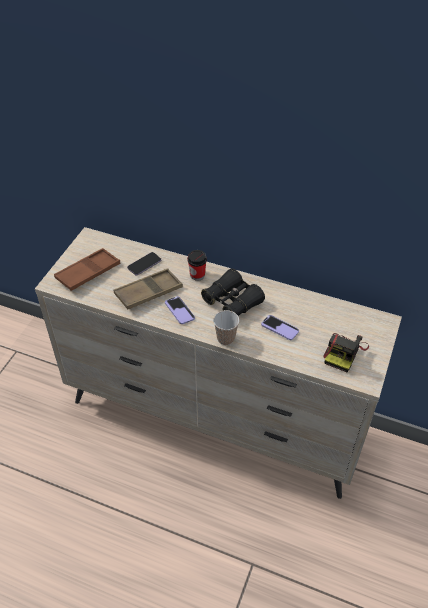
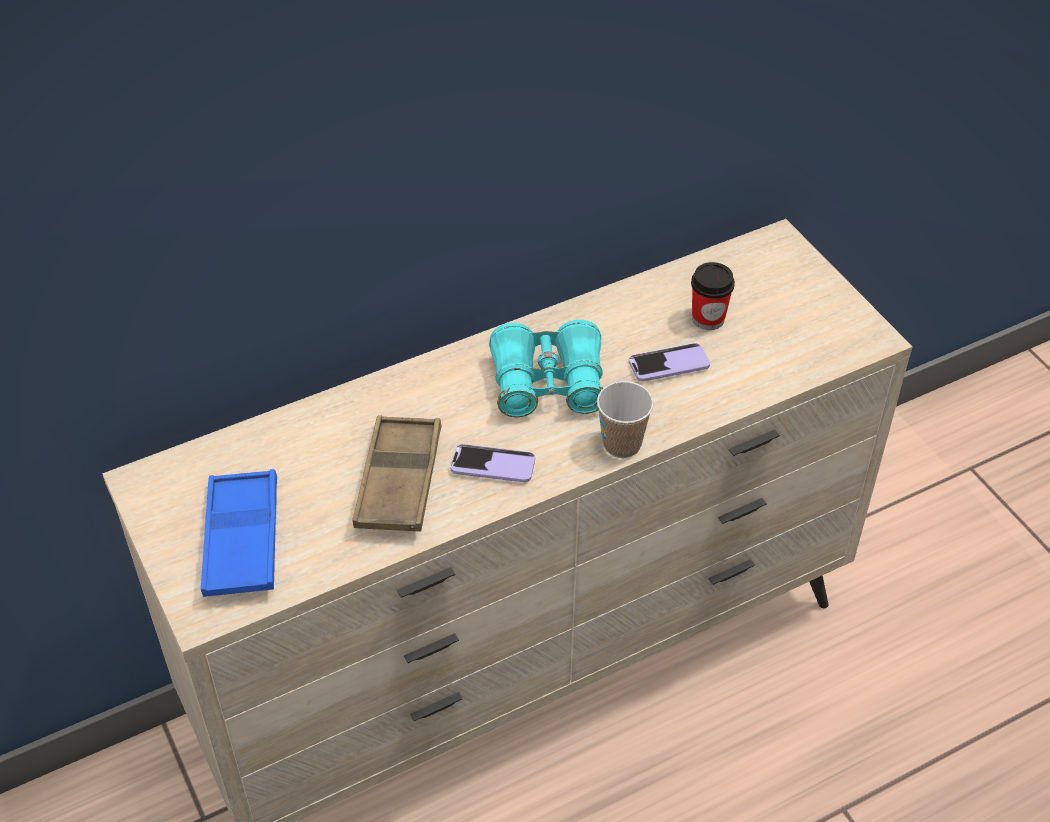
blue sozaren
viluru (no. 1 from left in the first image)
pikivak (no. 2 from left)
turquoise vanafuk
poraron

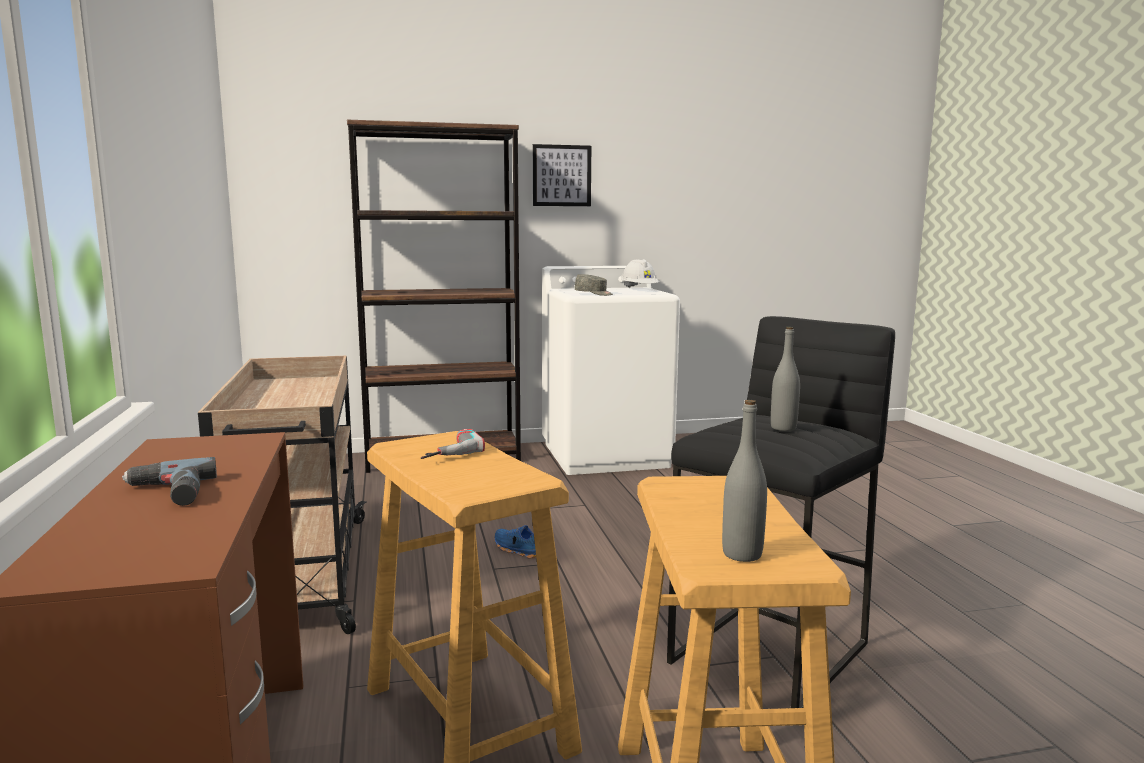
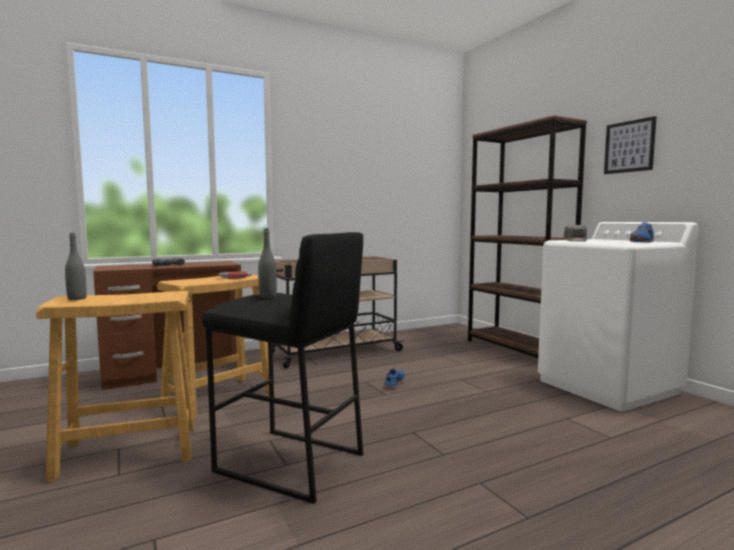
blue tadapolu (no. 2 from left)

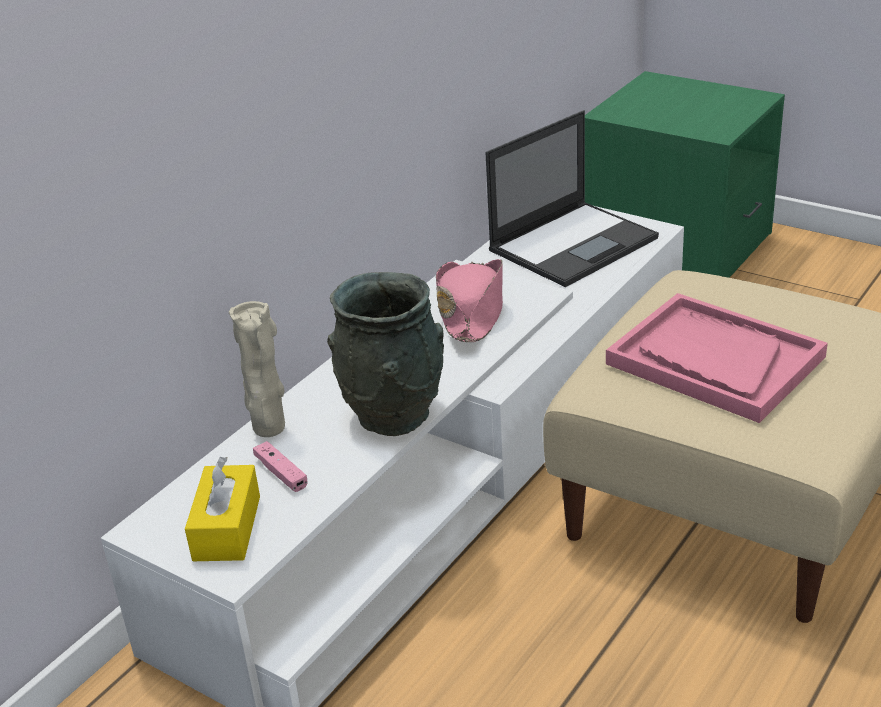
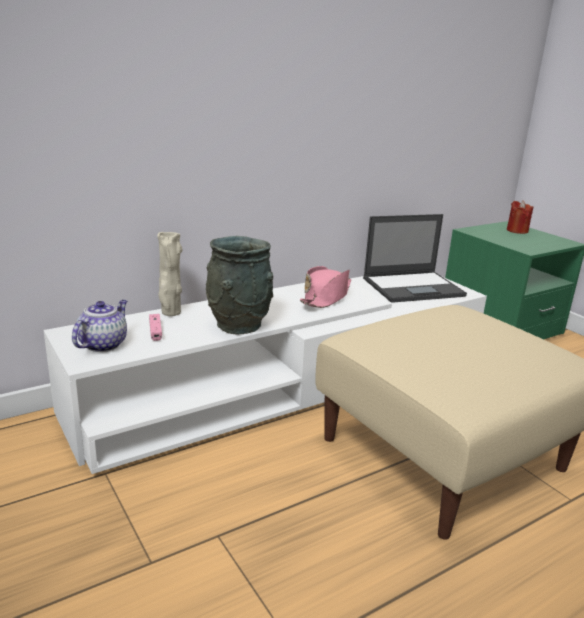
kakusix
pink sozaren
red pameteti

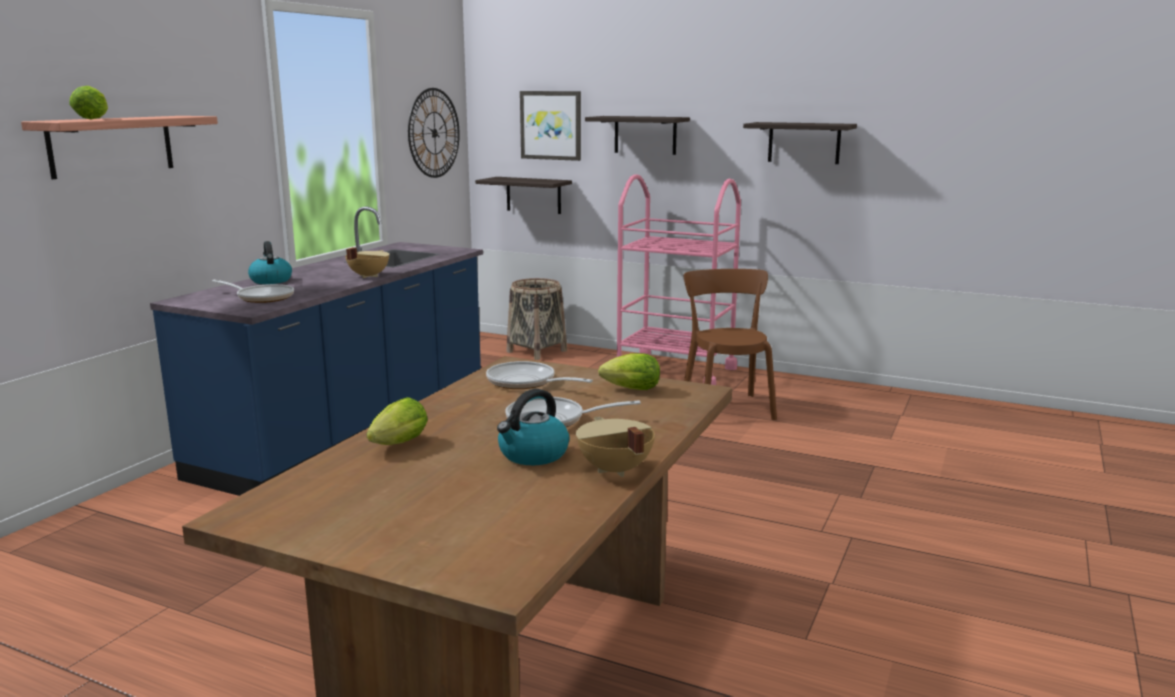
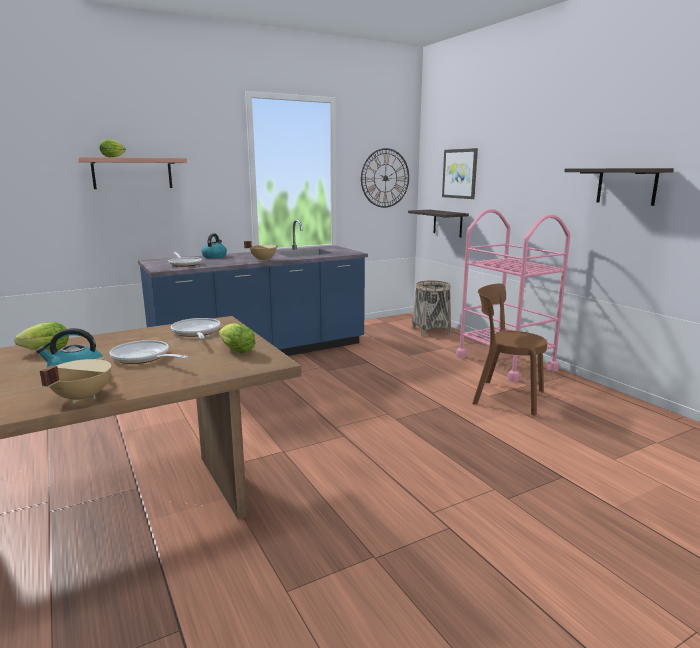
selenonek (no. 3 from left in the first image)
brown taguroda

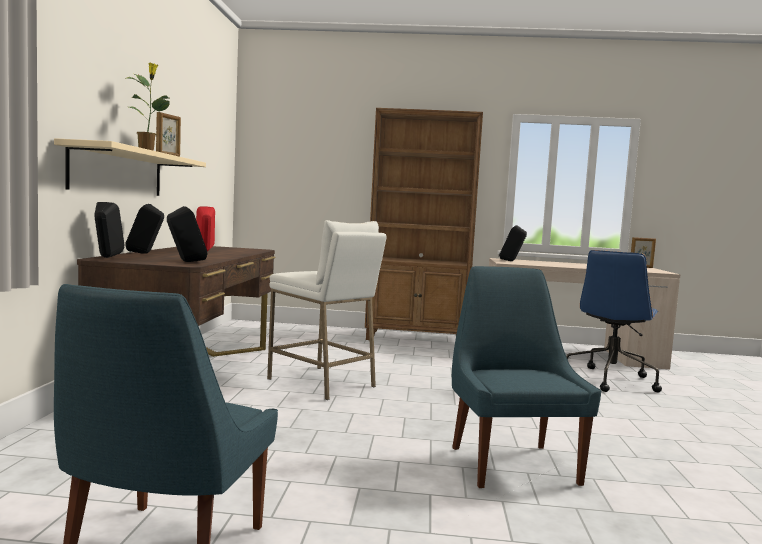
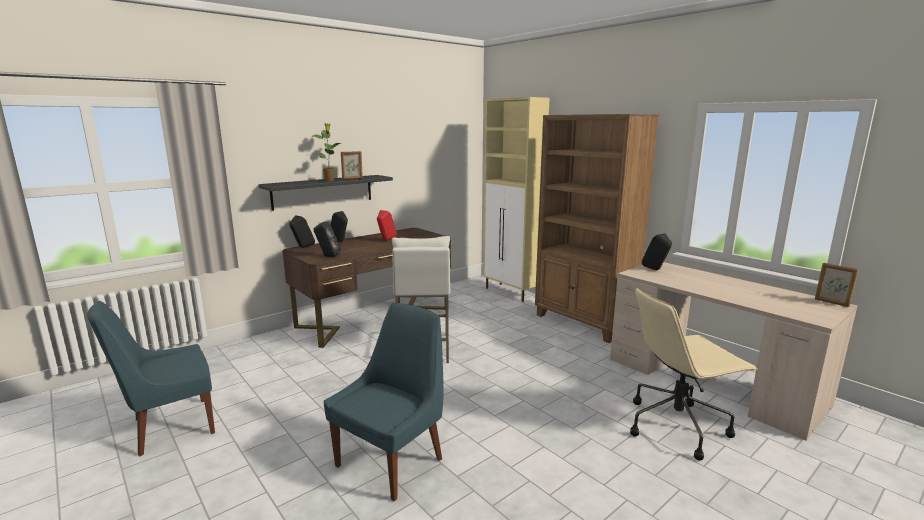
black selenonek
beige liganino
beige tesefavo

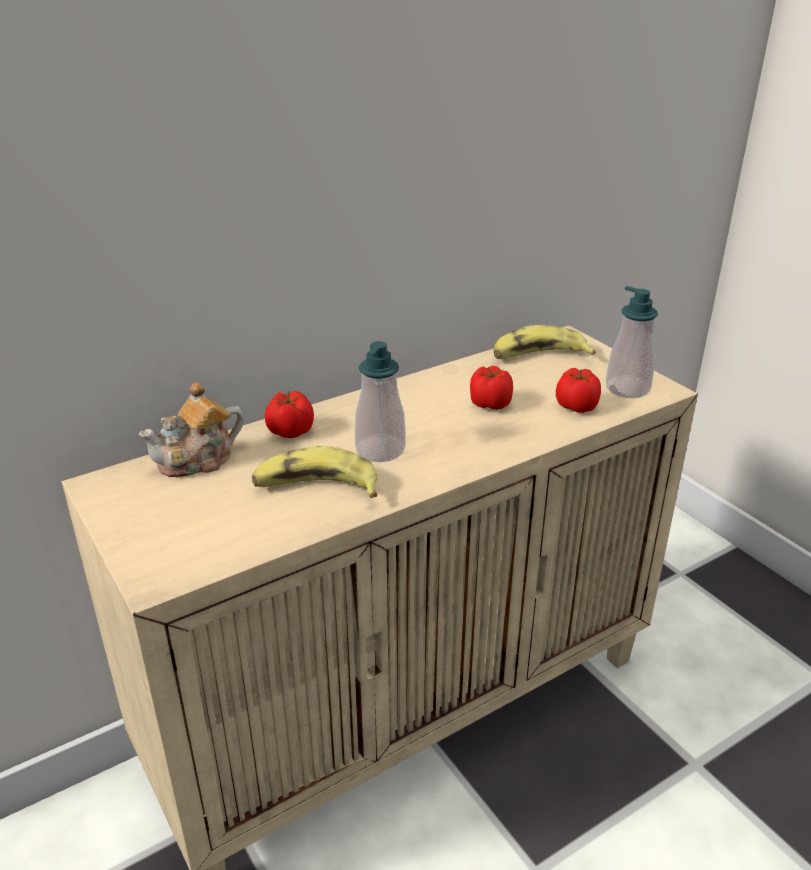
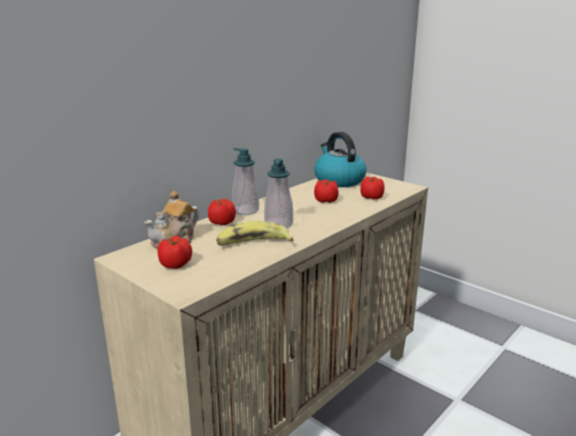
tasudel
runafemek (no. 1 from left)
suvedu (no. 1 from left)

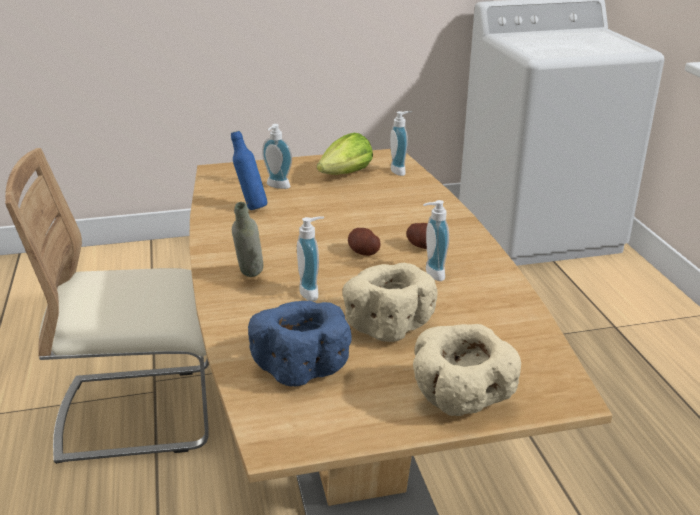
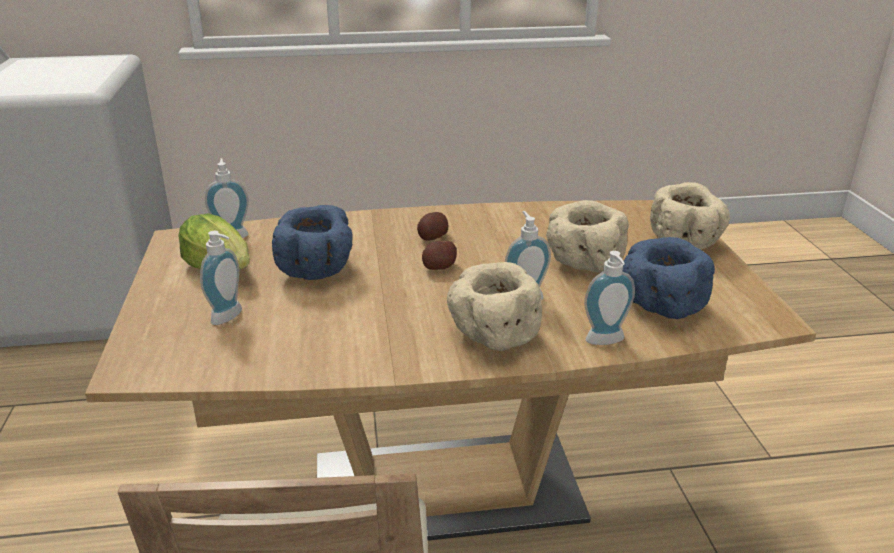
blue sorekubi
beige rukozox (no. 1 from left)
runafemek (no. 4 from left)
blue rukozox (no. 1 from left)

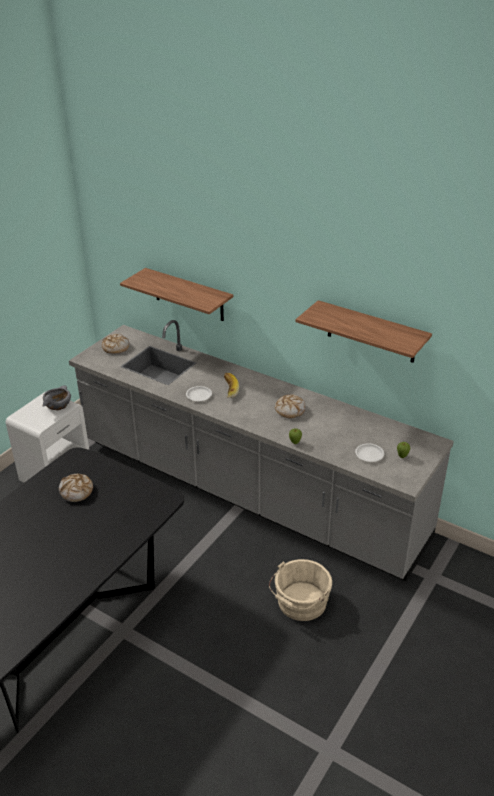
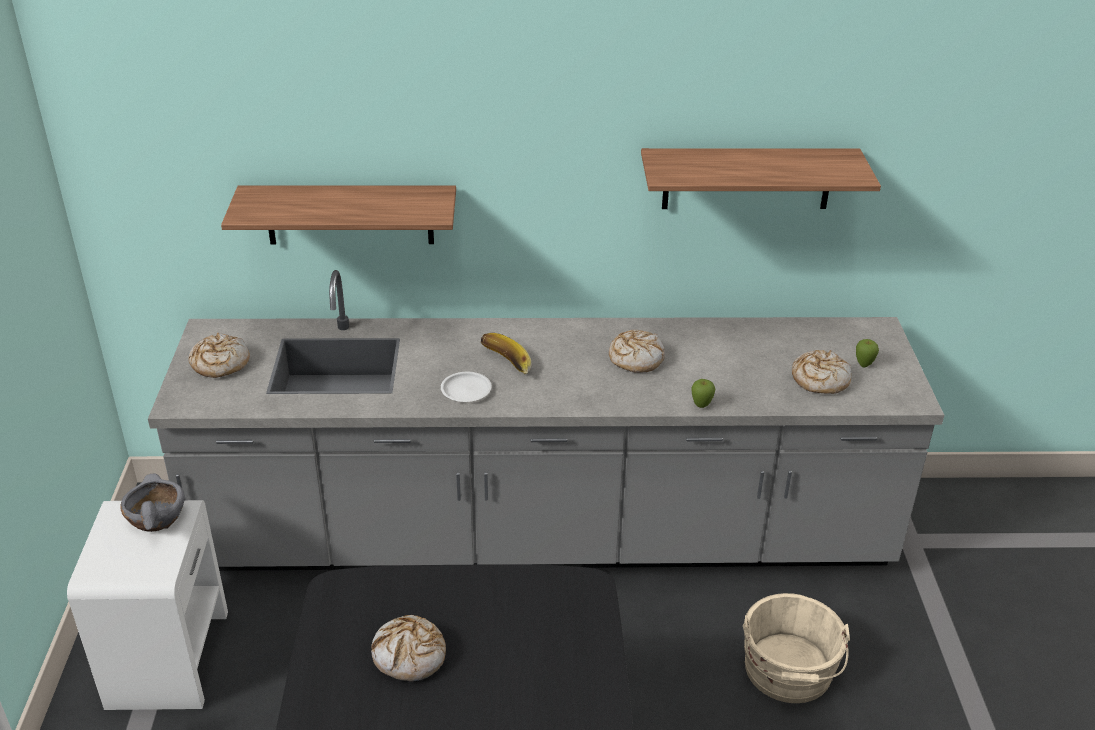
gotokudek (no. 4 from left)

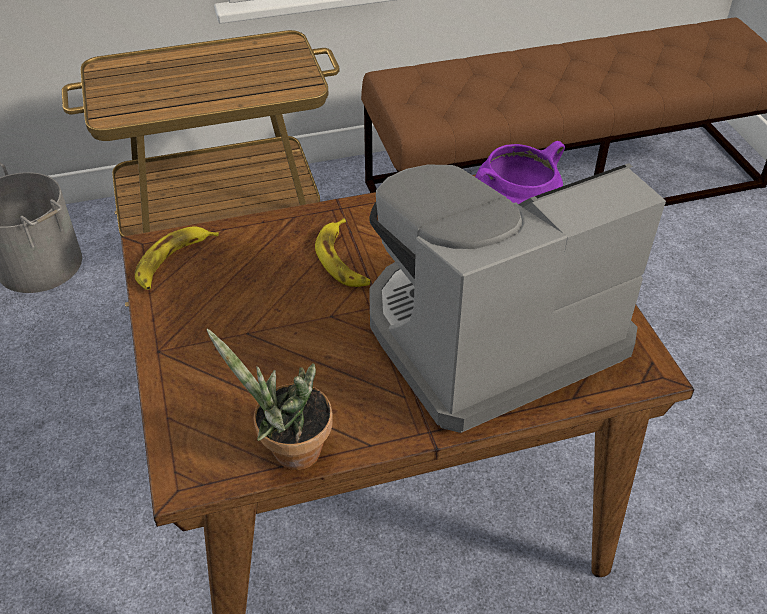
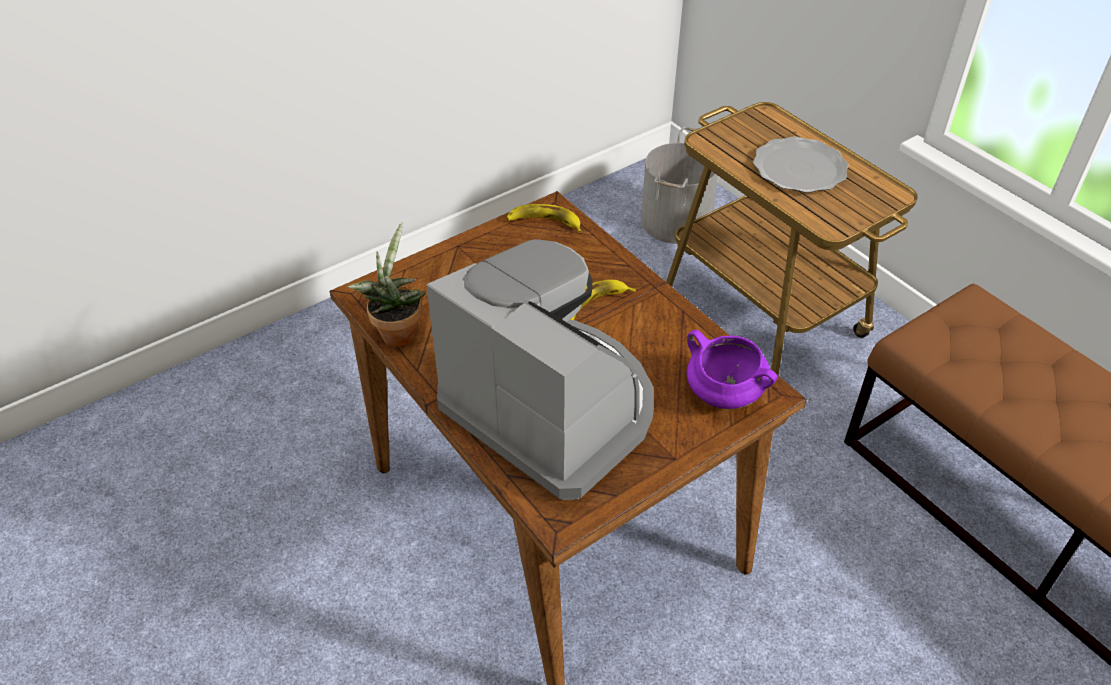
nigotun

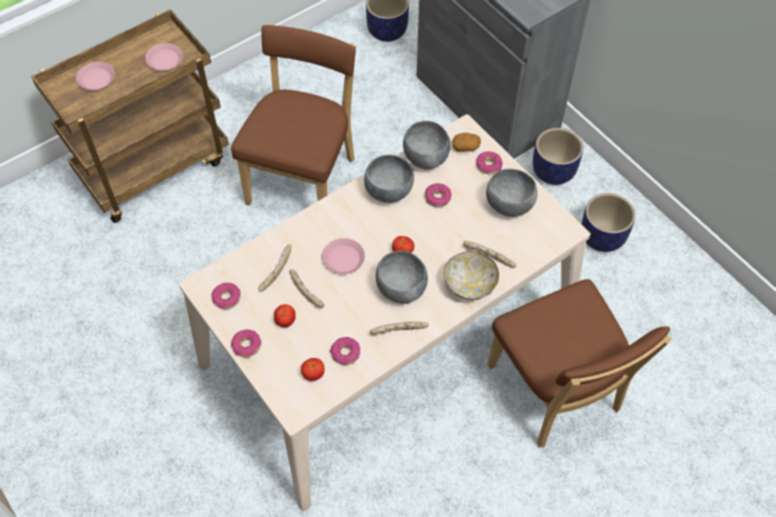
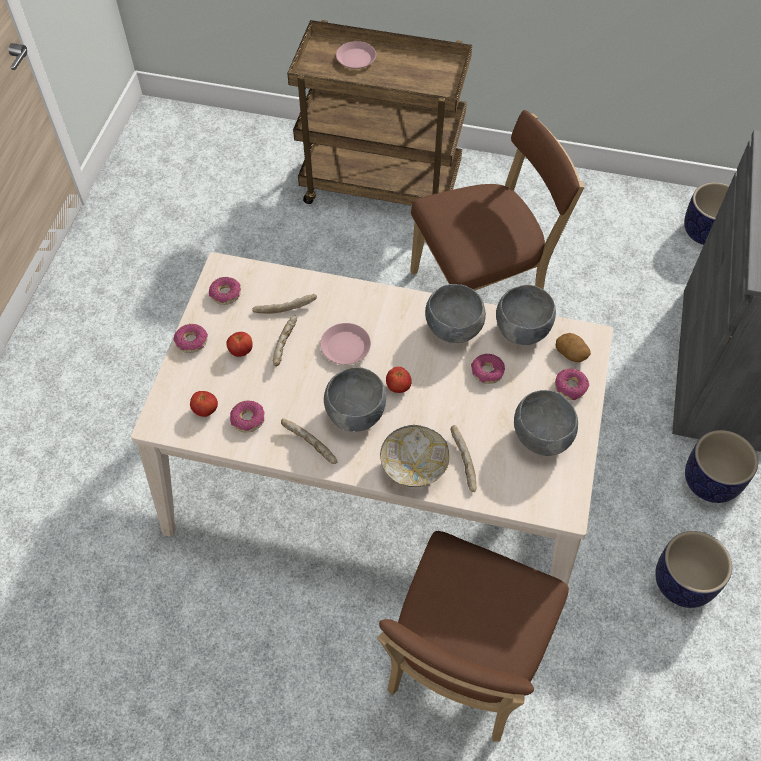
pink nigotun (no. 2 from left in the first image)

